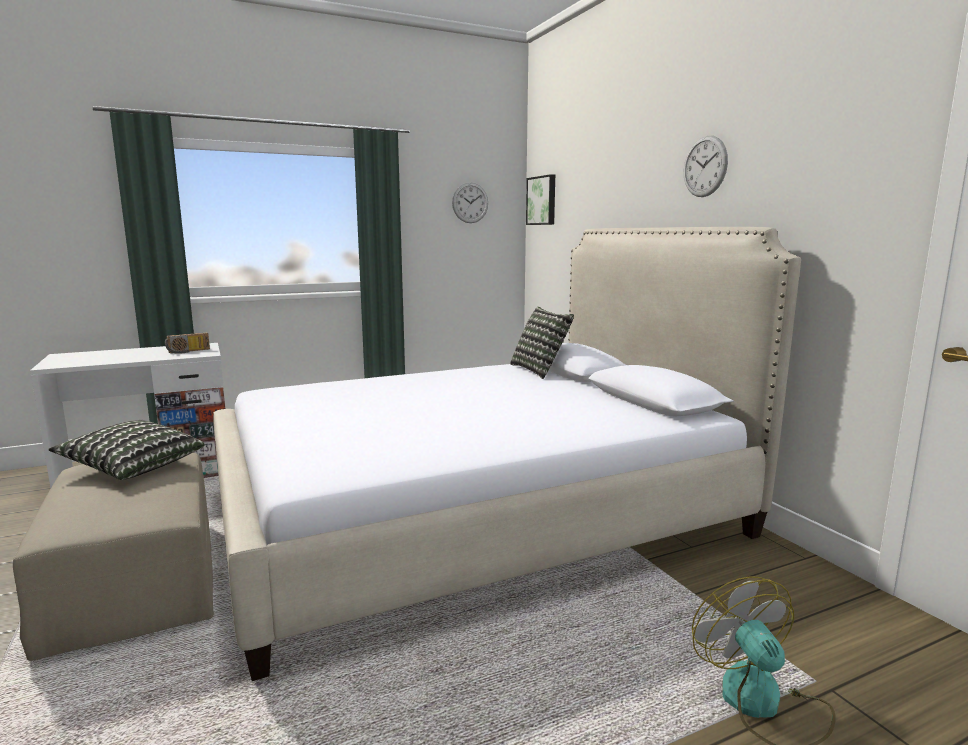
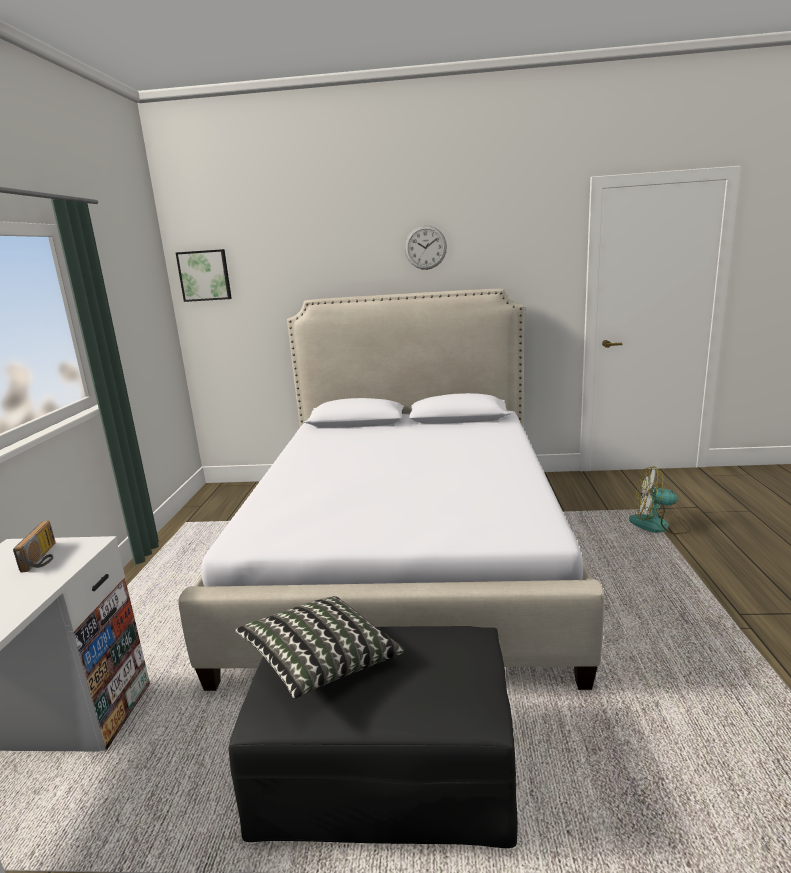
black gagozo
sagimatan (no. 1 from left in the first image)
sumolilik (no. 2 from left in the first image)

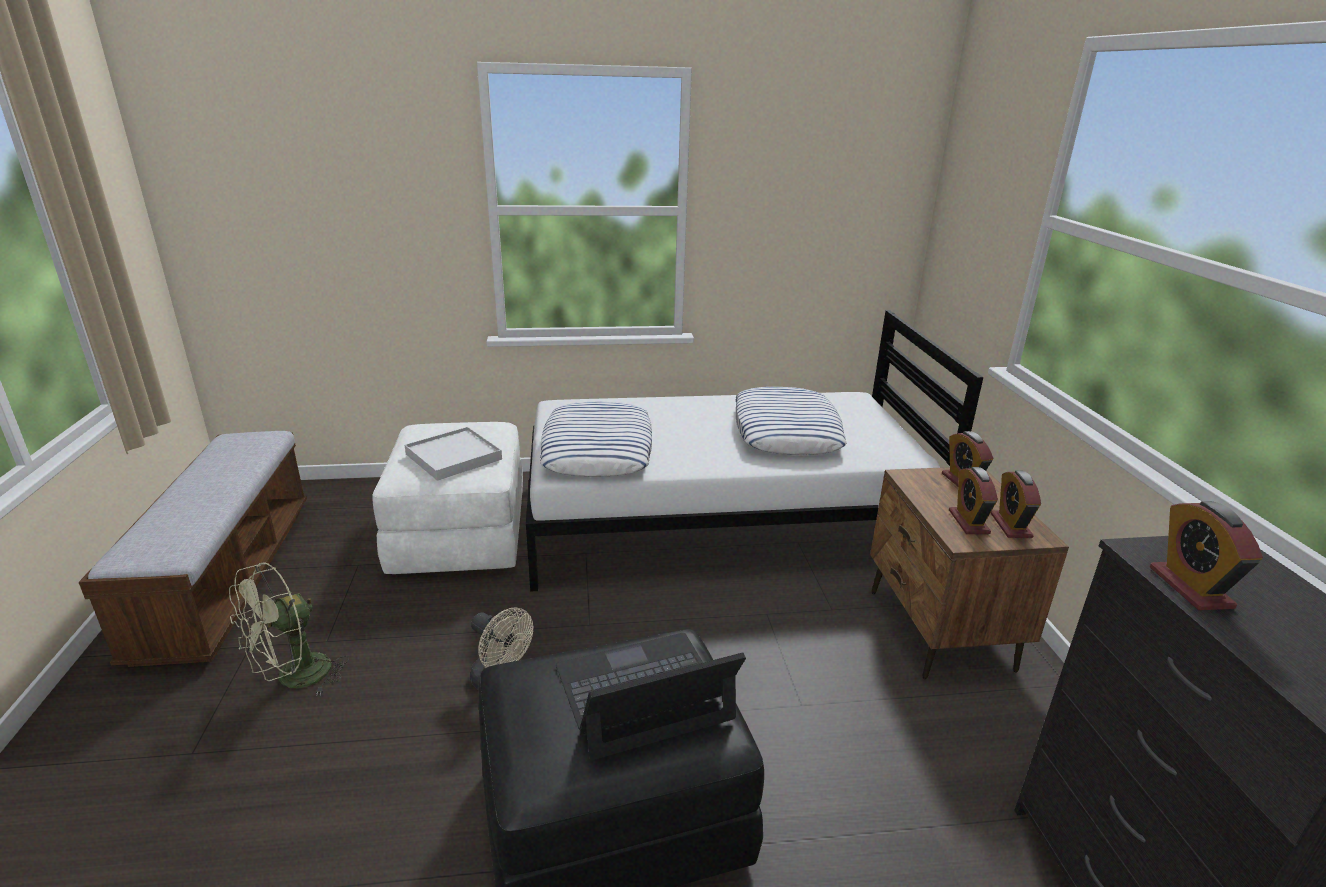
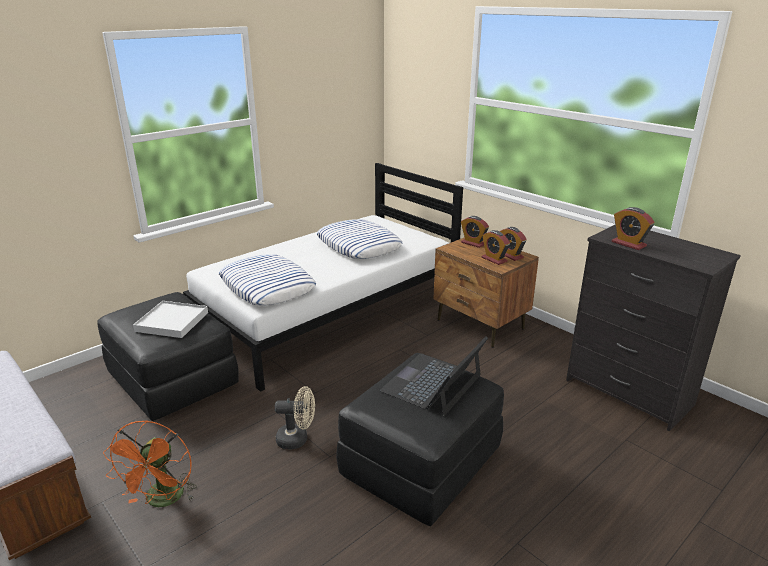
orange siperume
black gagozo (no. 1 from left)

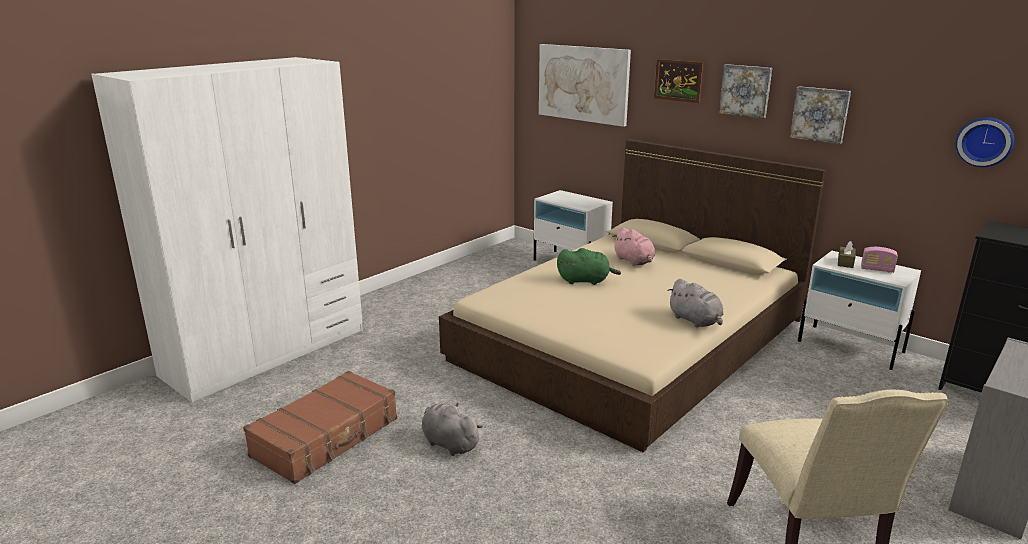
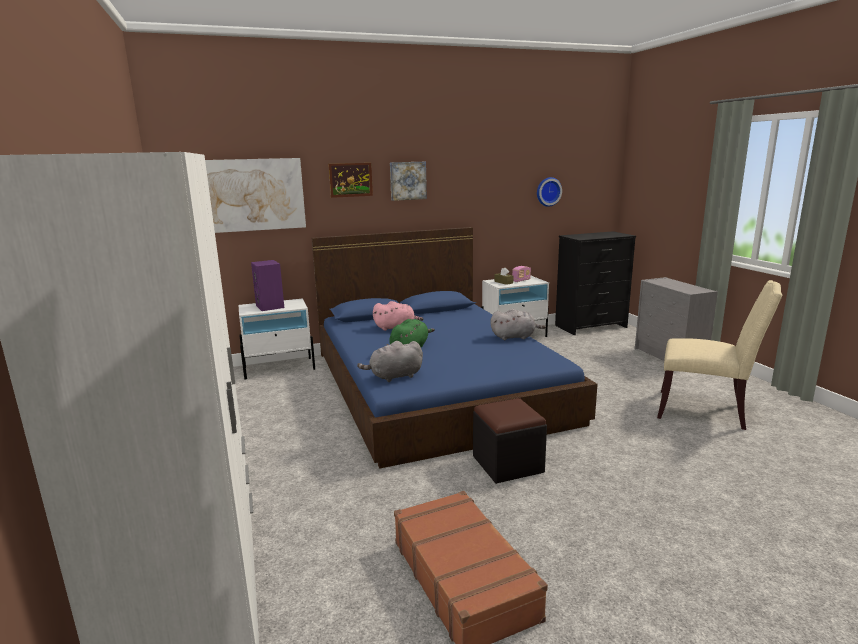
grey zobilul (no. 1 from left)
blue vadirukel
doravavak (no. 4 from left in the first image)
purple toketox
black gagozo

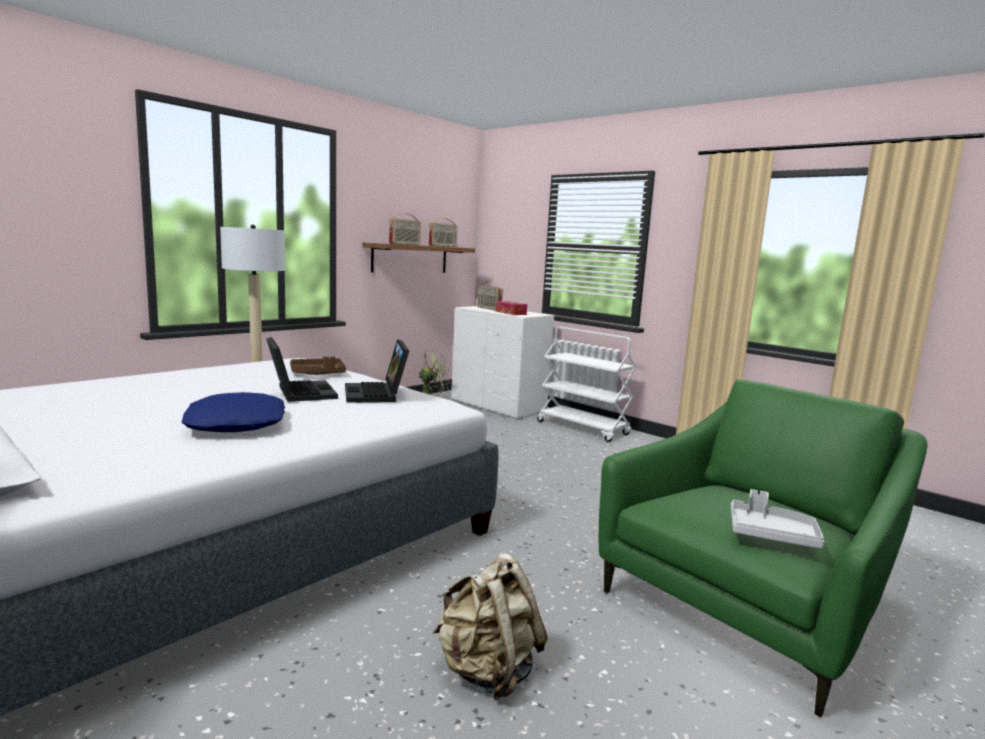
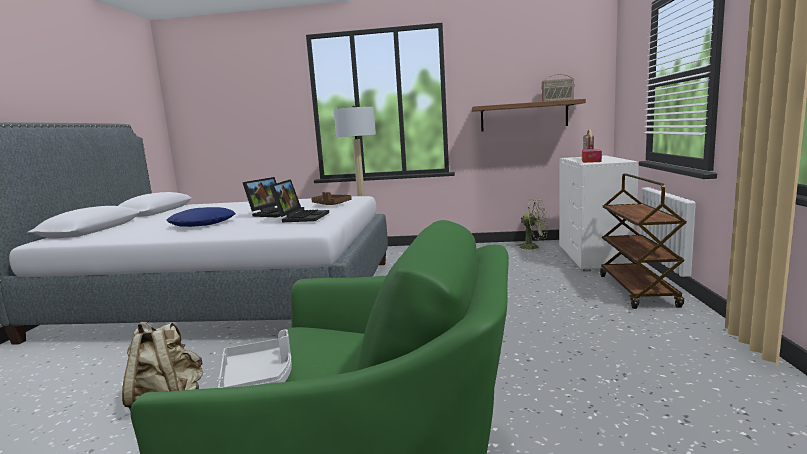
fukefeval (no. 2 from left)
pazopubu (no. 1 from left in the first image)
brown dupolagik

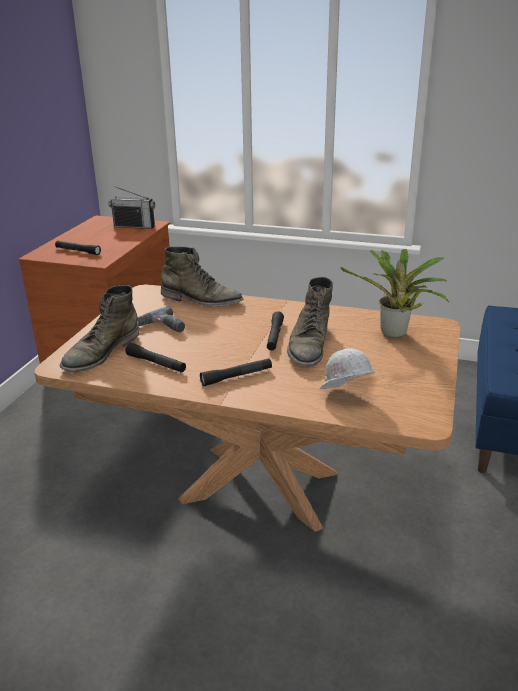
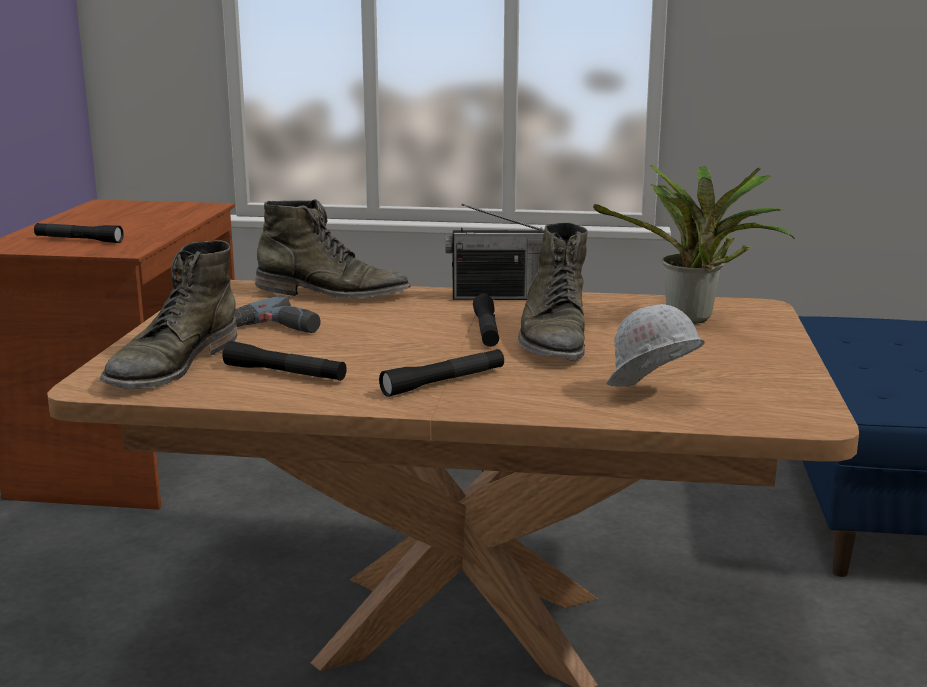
pazopubu

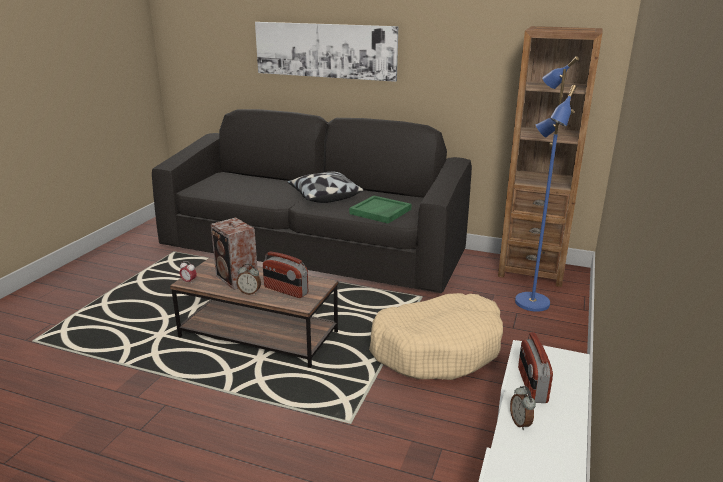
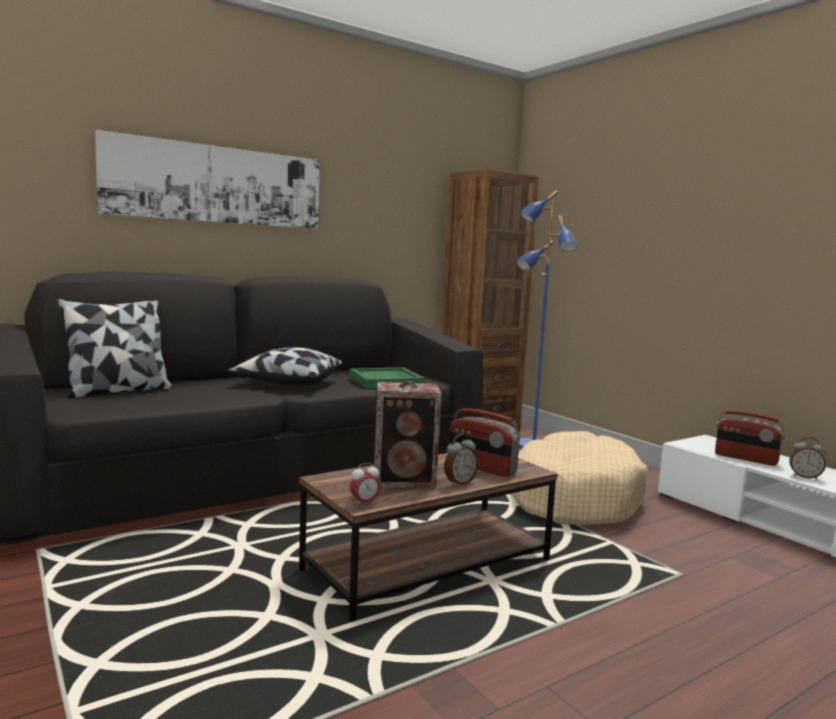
pazopubu (no. 1 from left)
sumolilik (no. 1 from left)

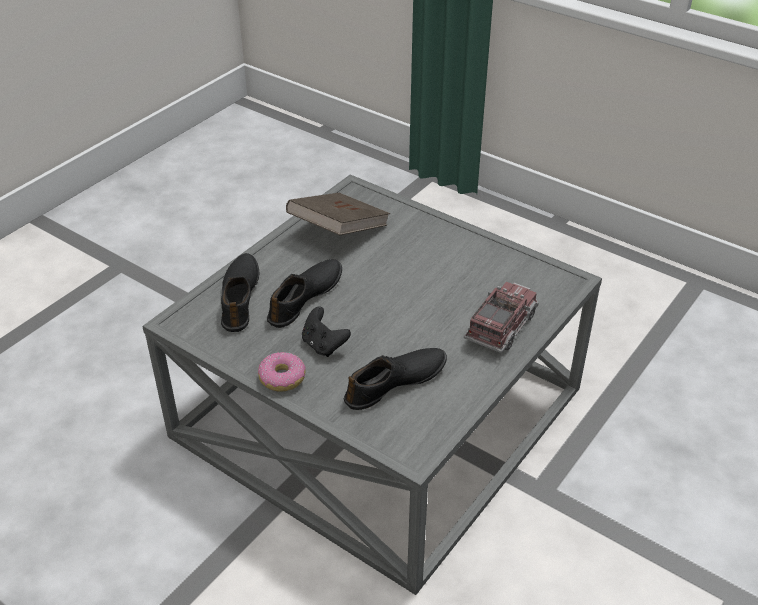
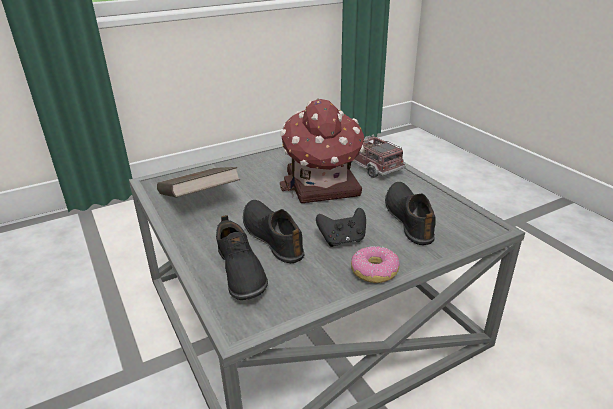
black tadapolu (no. 1 from left)
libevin

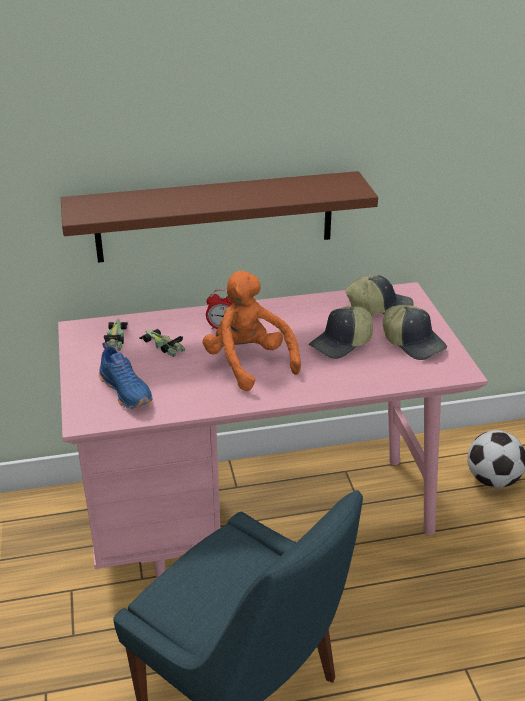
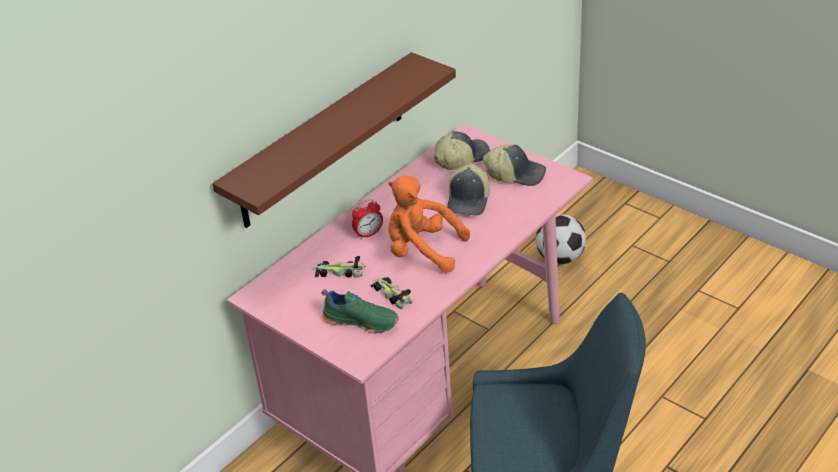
green tadapolu
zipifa (no. 2 from left)

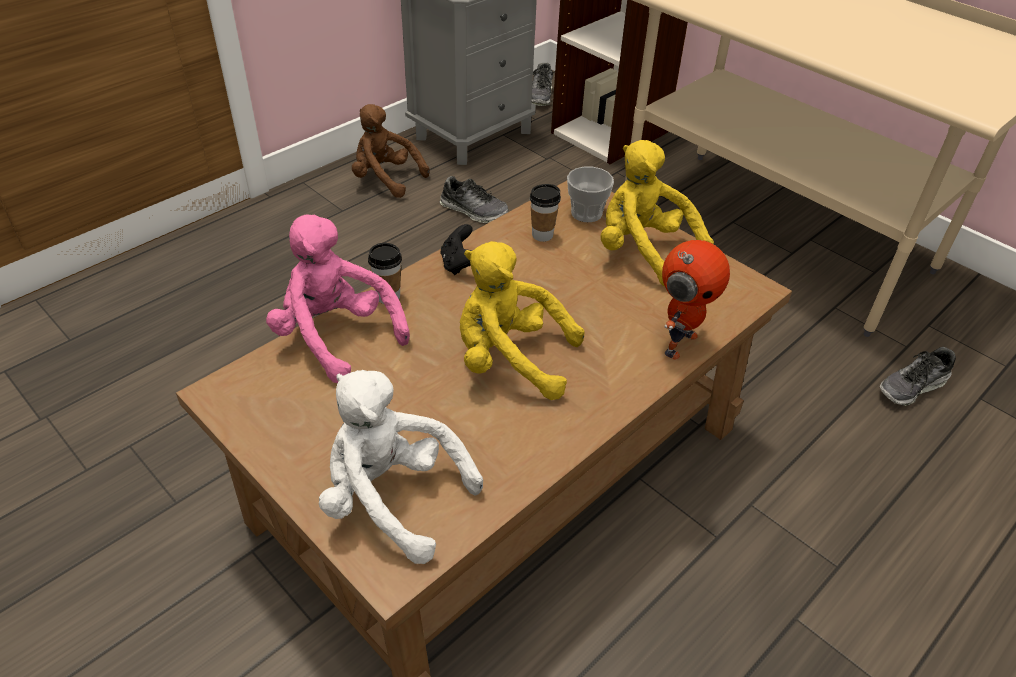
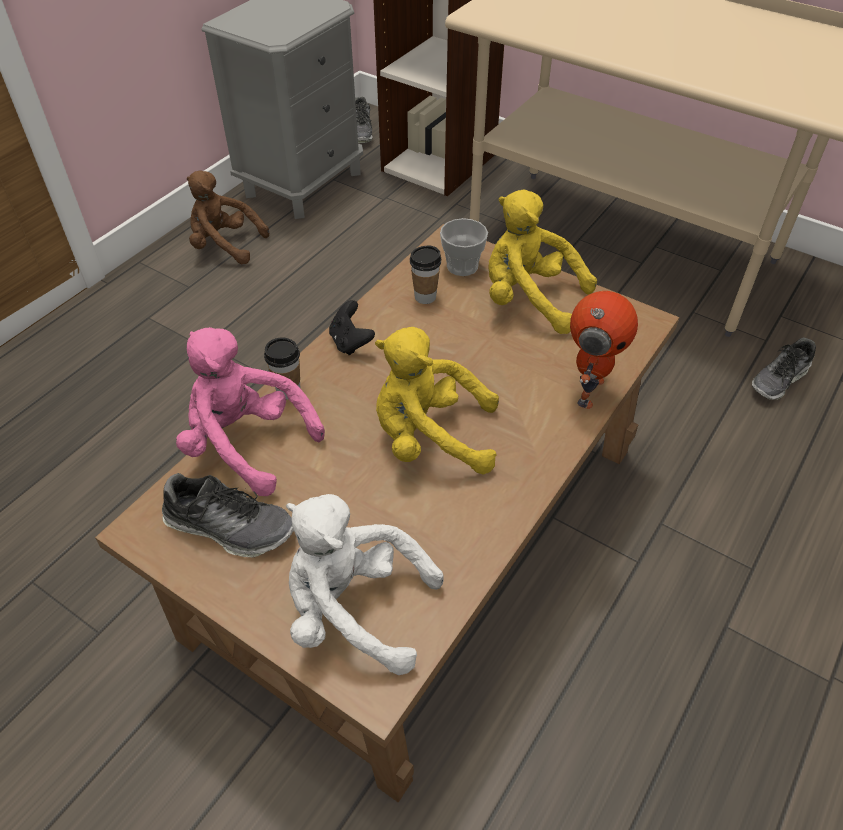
tadapolu (no. 1 from left)

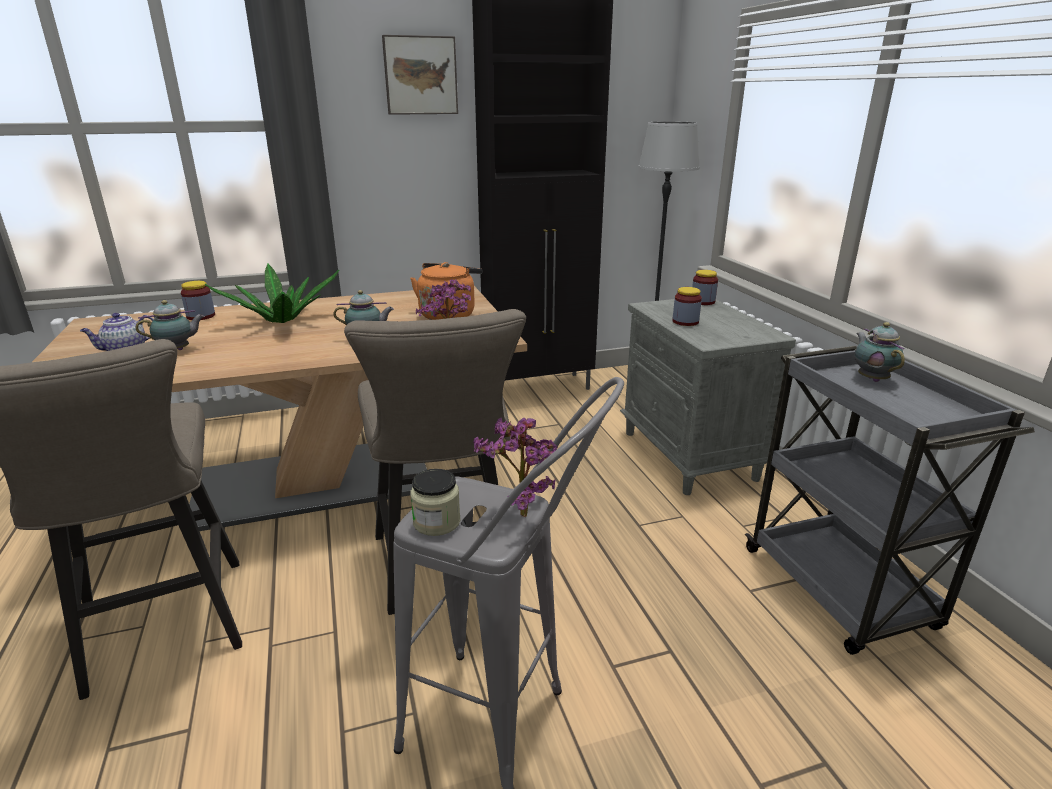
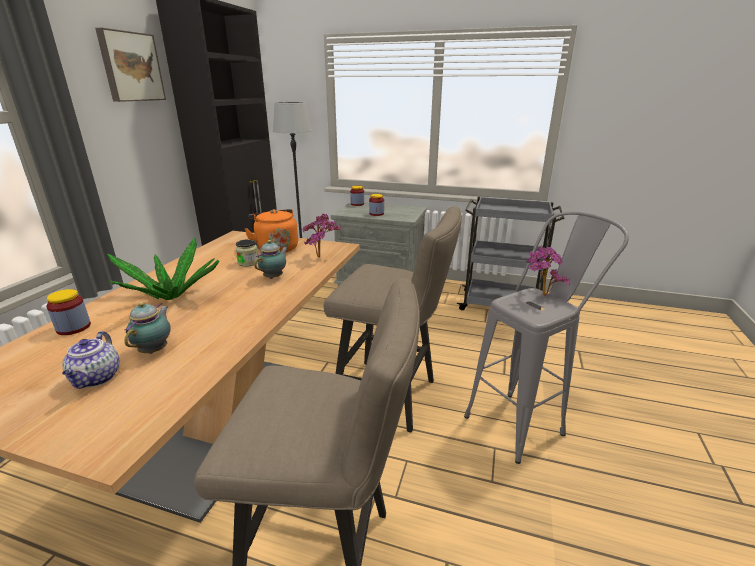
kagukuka (no. 2 from left)
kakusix (no. 4 from left in the first image)

